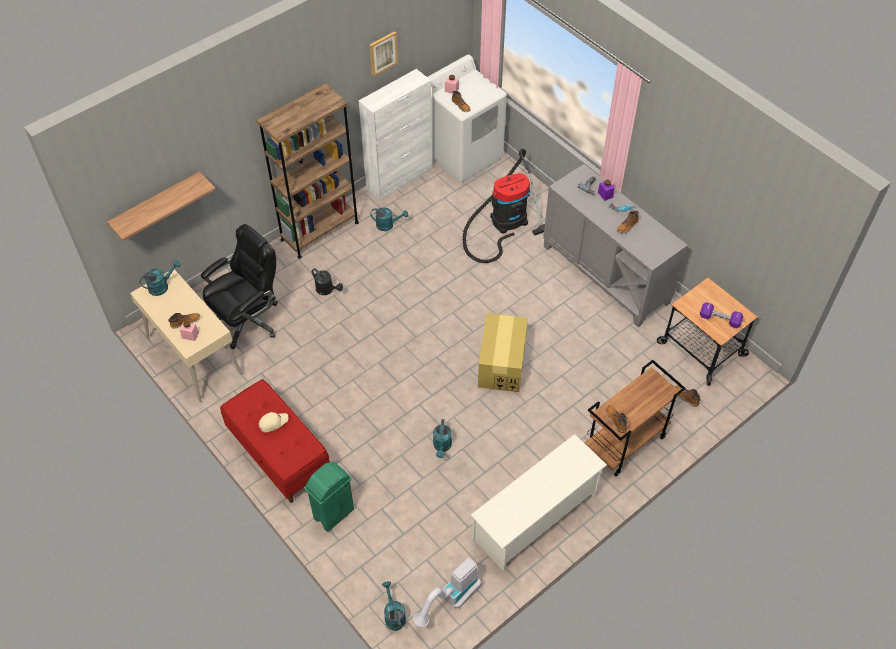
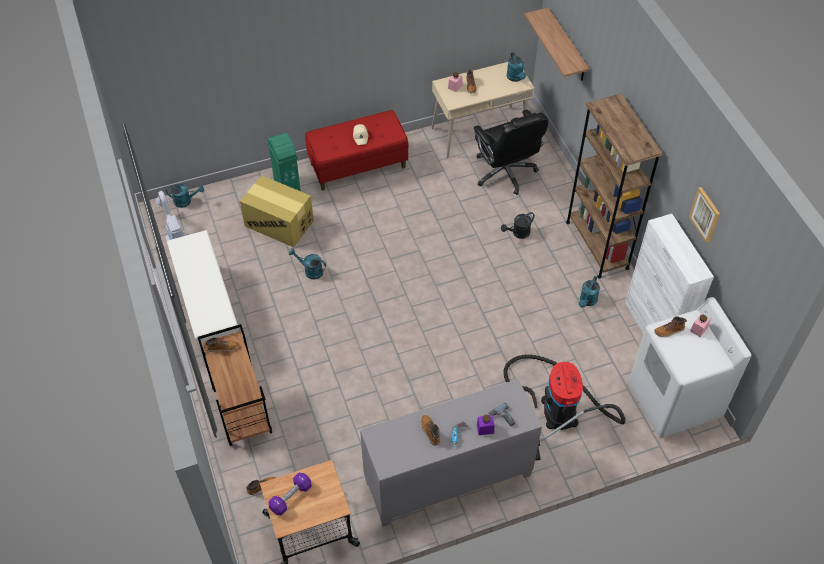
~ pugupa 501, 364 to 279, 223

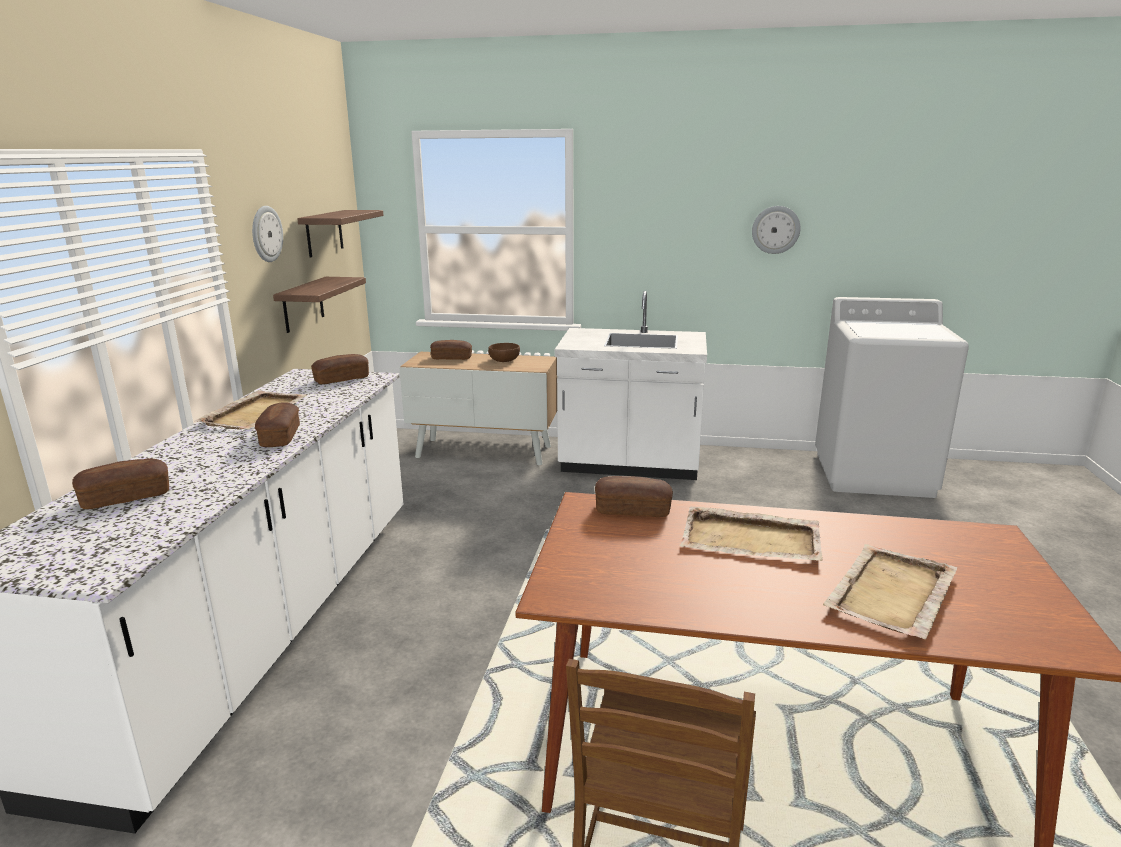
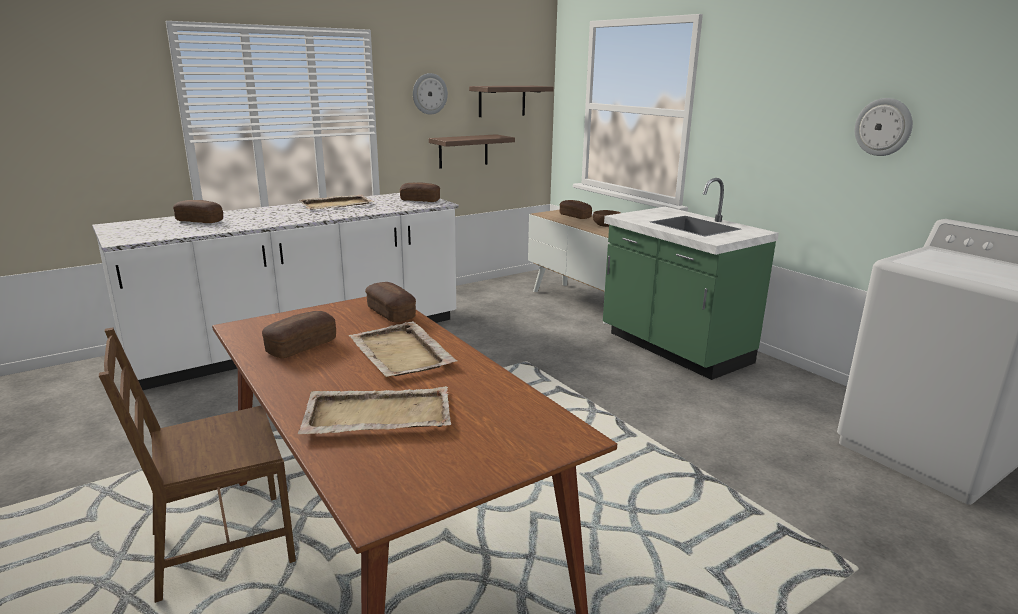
~ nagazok 280, 437 to 301, 346
~ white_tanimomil 629, 466 to green_tanimomil 673, 349

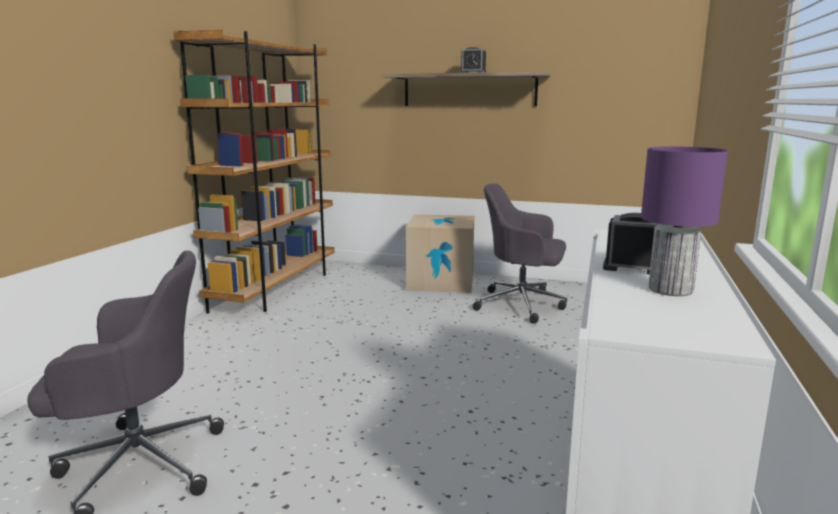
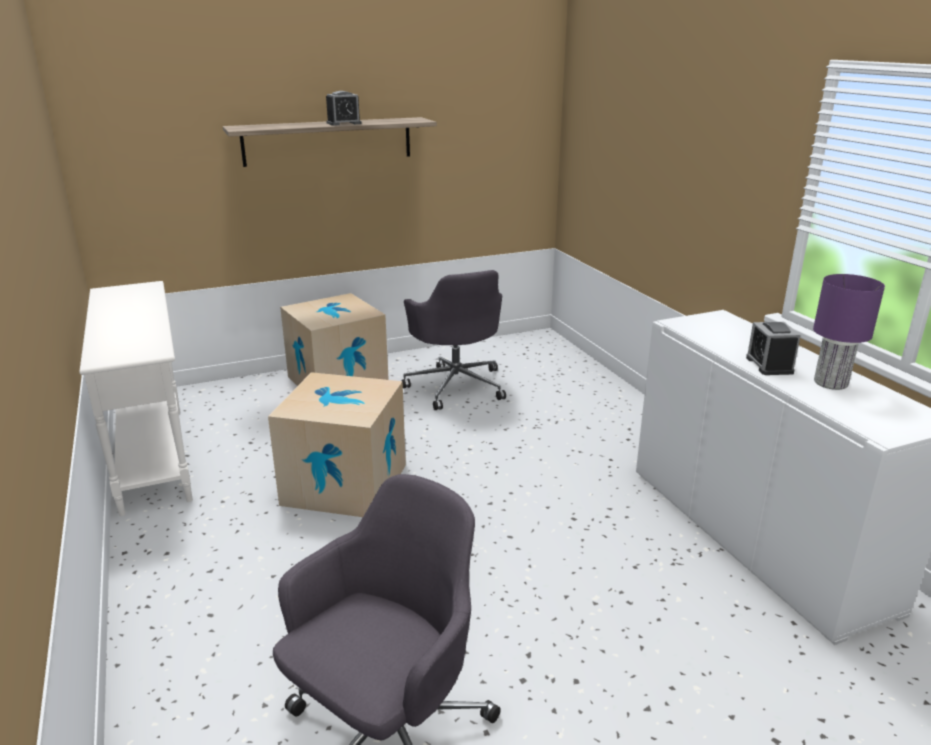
~ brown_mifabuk 276, 289 to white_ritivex 154, 457
+ pugupa 345, 484
~ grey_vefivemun 522, 305 = 456, 385 90 degrees counterclockwise
~ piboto 632, 267 = 769, 365 75 degrees counterclockwise

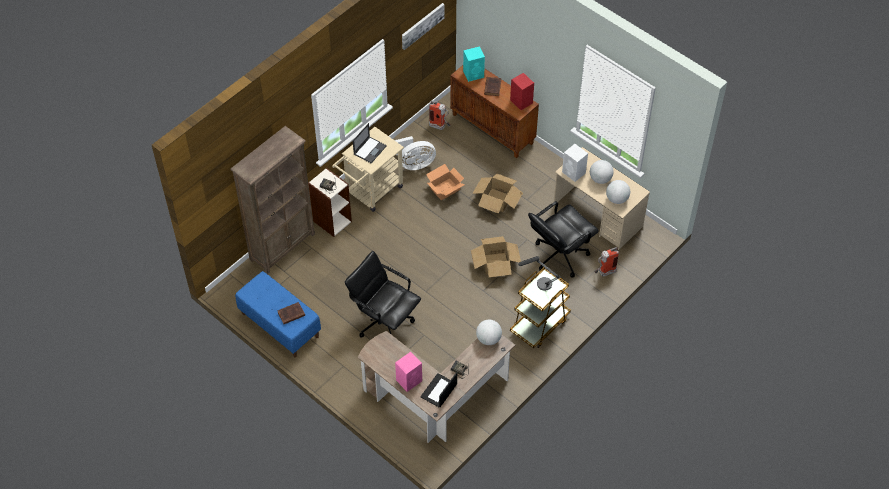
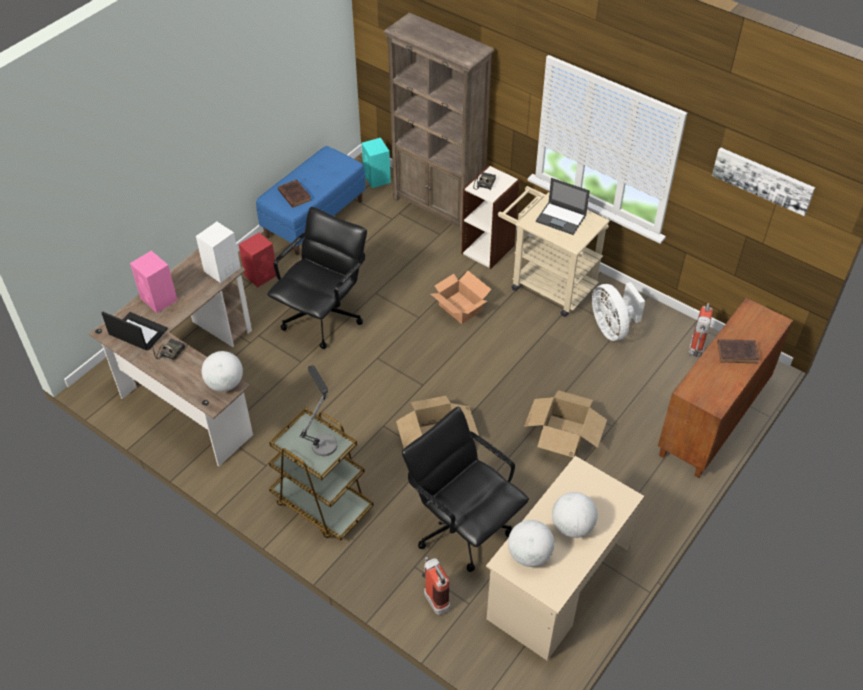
~ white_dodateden 574, 173 to 221, 270
~ red_dodateden 521, 101 to 261, 275
~ turquoise_dodateden 474, 74 to 377, 179
~ pugupa 445, 189 to 460, 308

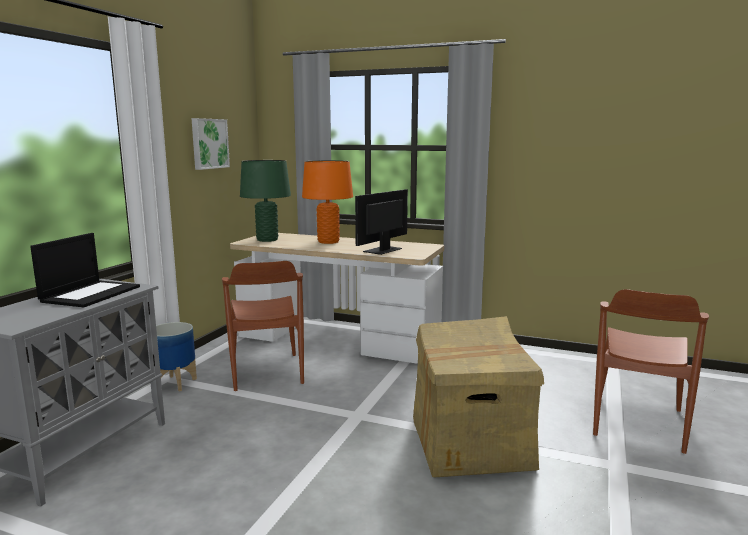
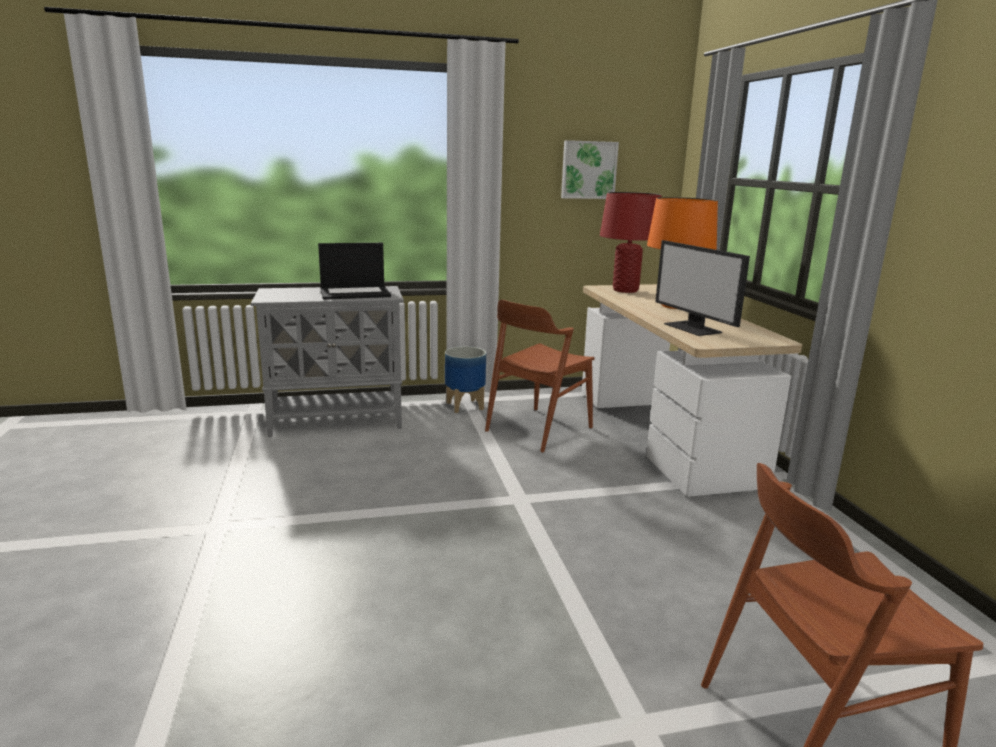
~ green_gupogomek 267, 240 to red_gupogomek 625, 290
~ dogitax 383, 250 = 694, 328 120 degrees counterclockwise
- pugupa 470, 442

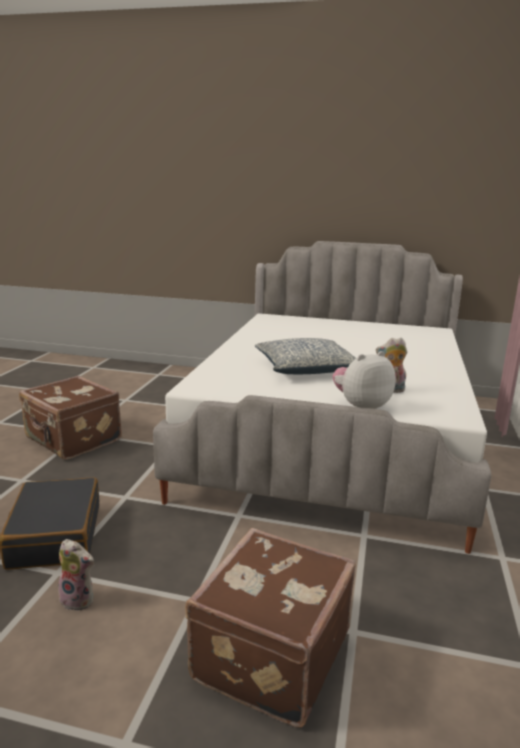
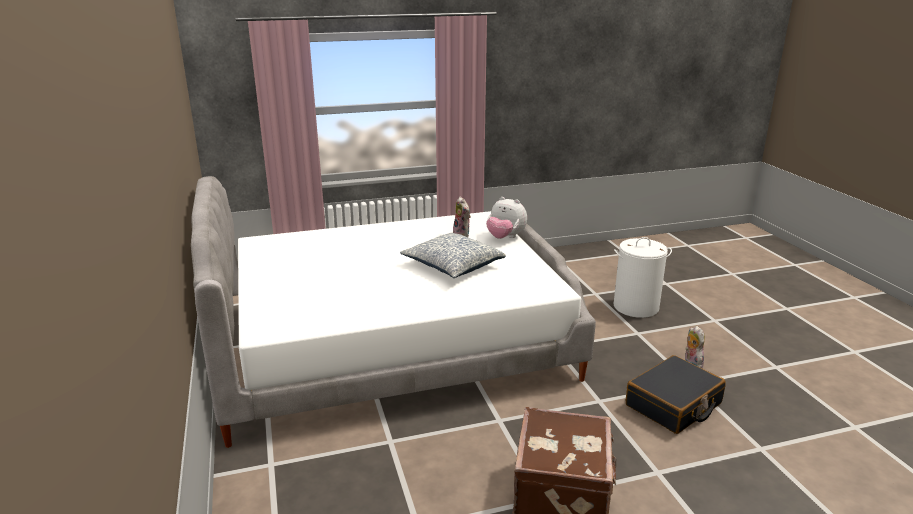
~ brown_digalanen 268, 655 to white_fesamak 636, 307

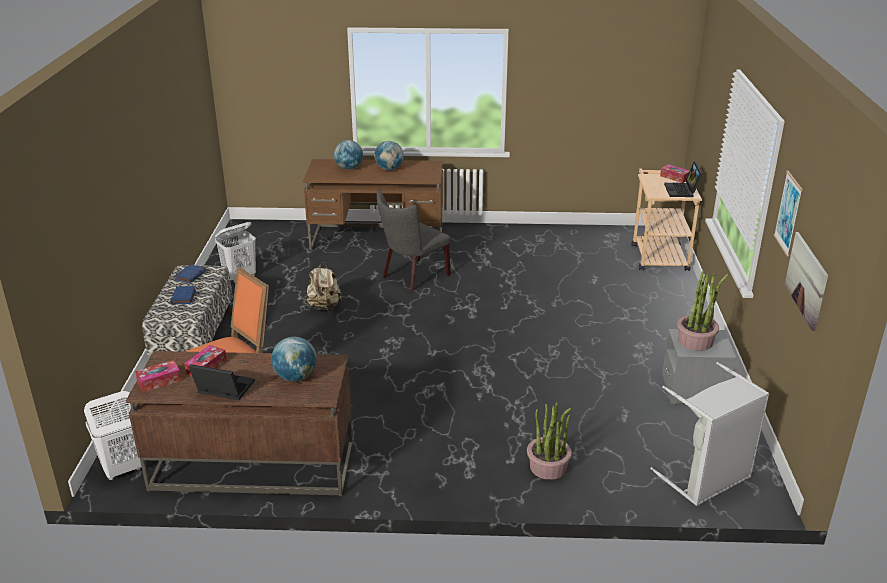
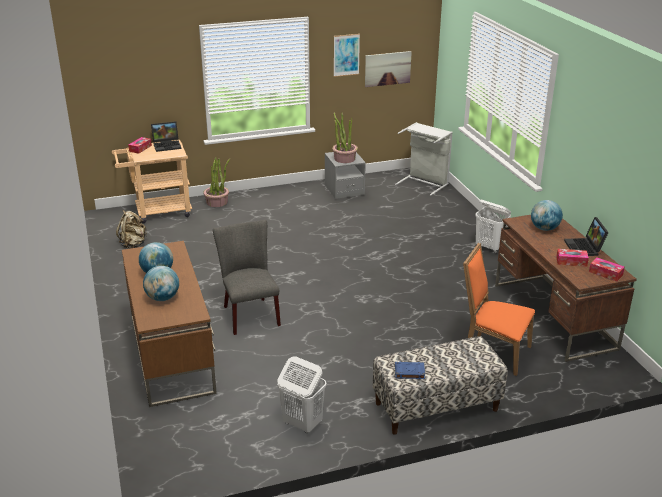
~ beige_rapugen 324, 307 to 133, 244
~ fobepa 548, 467 to 217, 202
~ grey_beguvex 412, 277 = 249, 313 135 degrees counterclockwise
~ white_fesamak 123, 469 to 490, 247
- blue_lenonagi 183, 297

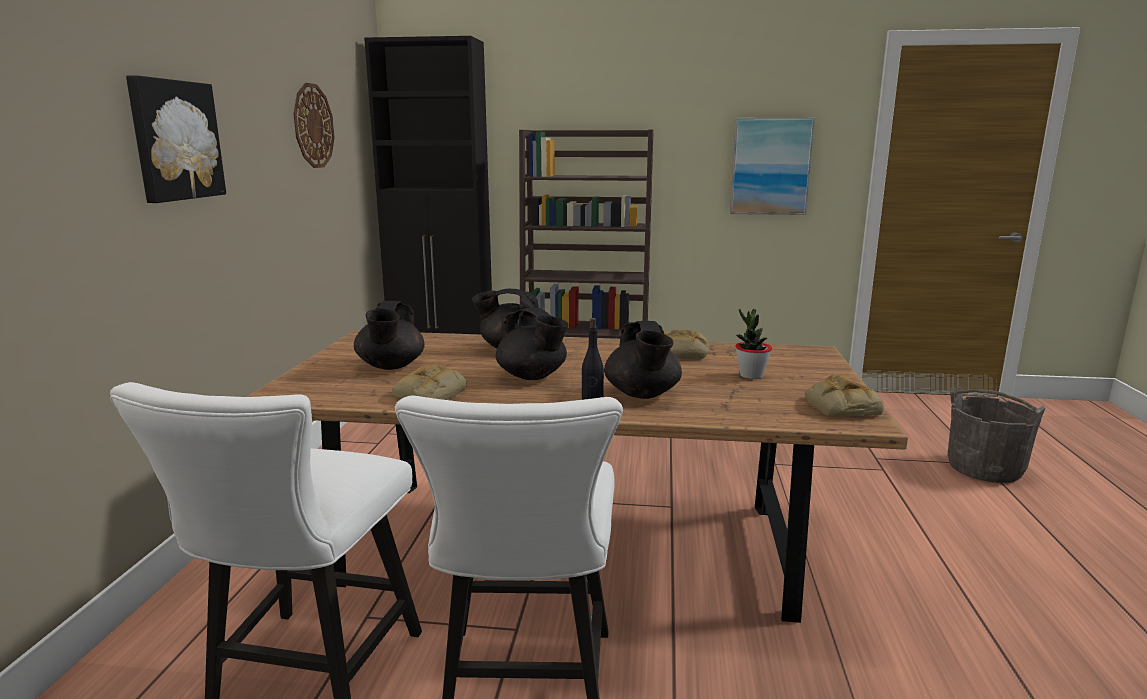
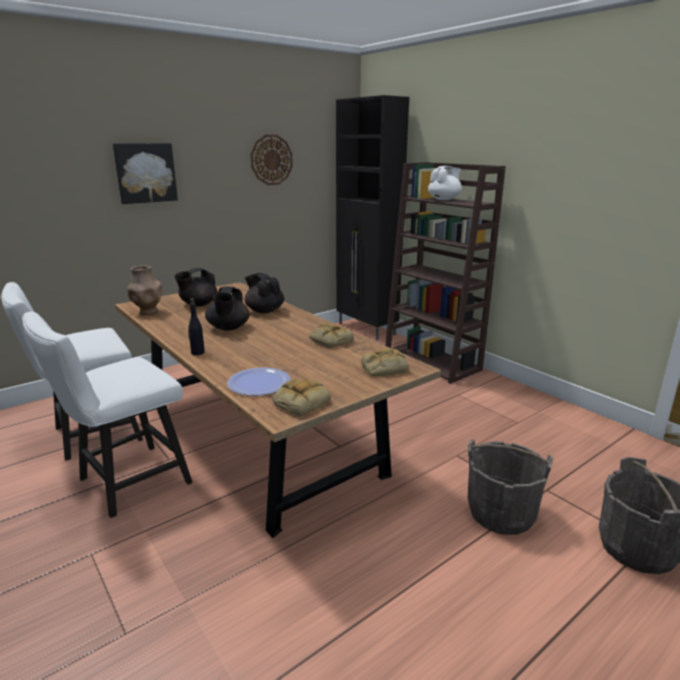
+ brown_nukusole 148, 312
+ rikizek 259, 383
~ nagazok 430, 394 to 384, 368
+ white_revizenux 444, 199
+ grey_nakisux 501, 513
- black_revizenux 642, 394
- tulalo 770, 166
- fobepa 751, 376

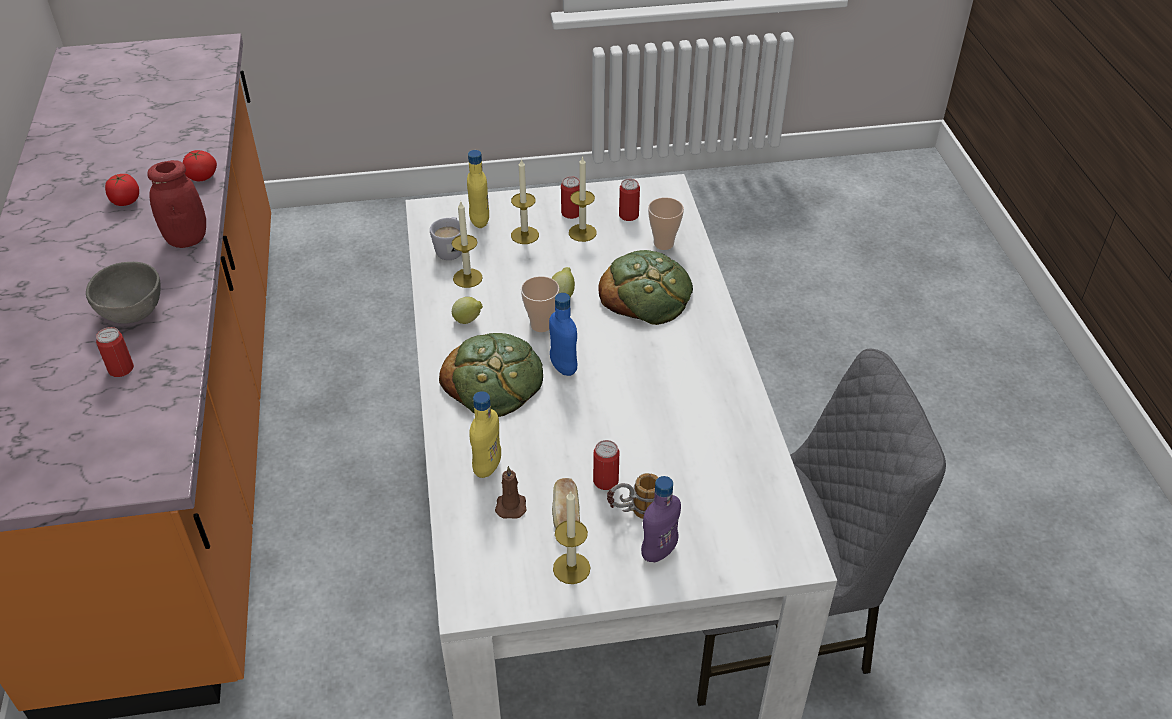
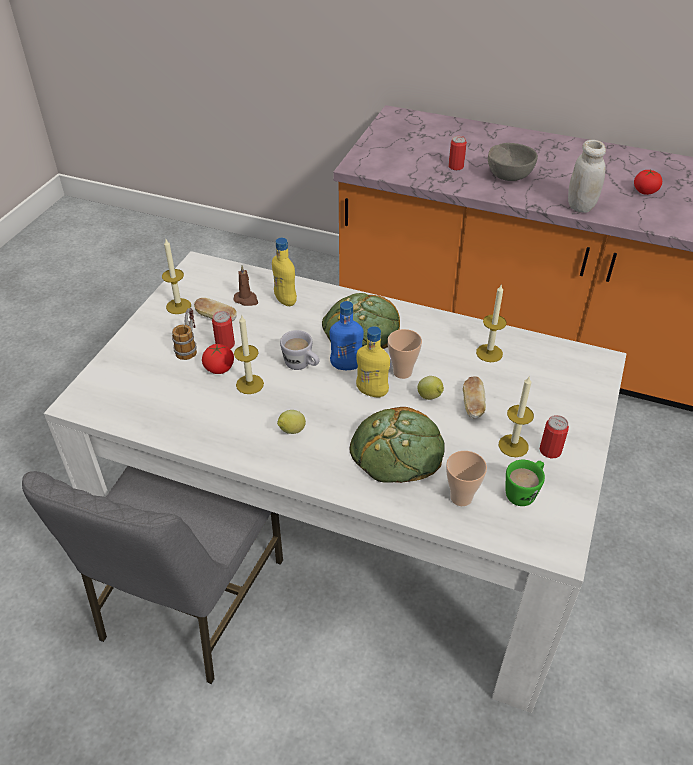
~ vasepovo 202, 177 to 219, 368
~ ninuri 524, 235 to 250, 384
~ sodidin 468, 321 to 291, 431
~ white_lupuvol 451, 249 to 302, 366
~ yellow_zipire 479, 221 to 372, 392
+ nagazok 472, 405
~ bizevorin 628, 215 to green_lupuvol 524, 492
~ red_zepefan 187, 239 to white_zepefan 580, 206
- purple_zipire 659, 551

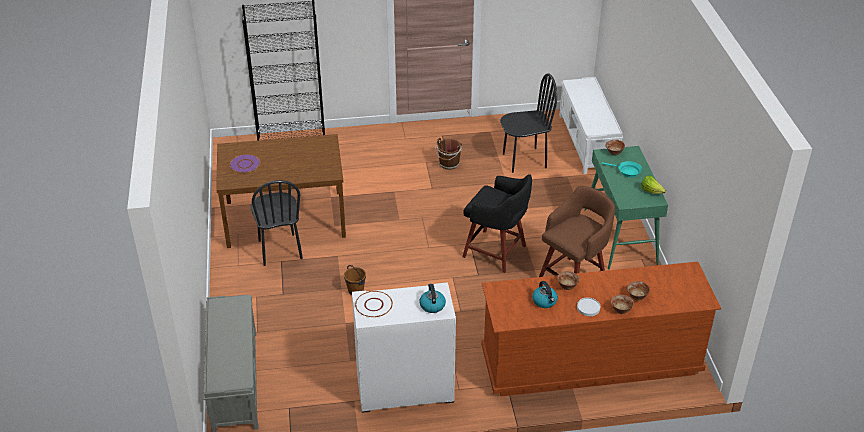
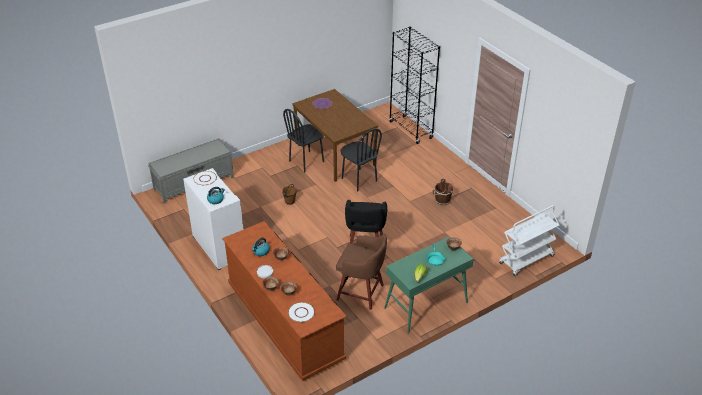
+ white_rikizek 301, 313
~ black_beguvex 524, 160 to 359, 180
~ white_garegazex 587, 143 to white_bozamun 526, 260

